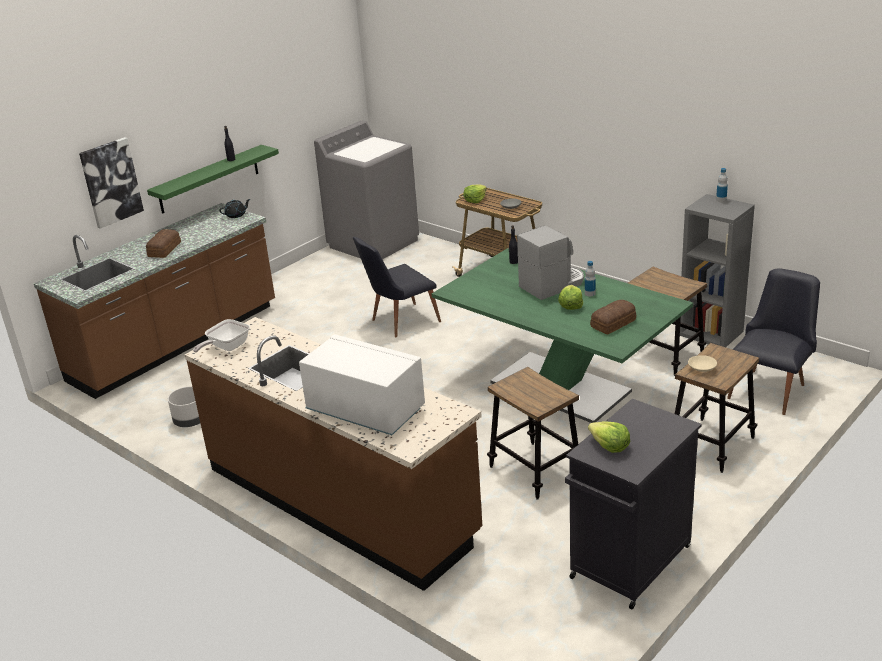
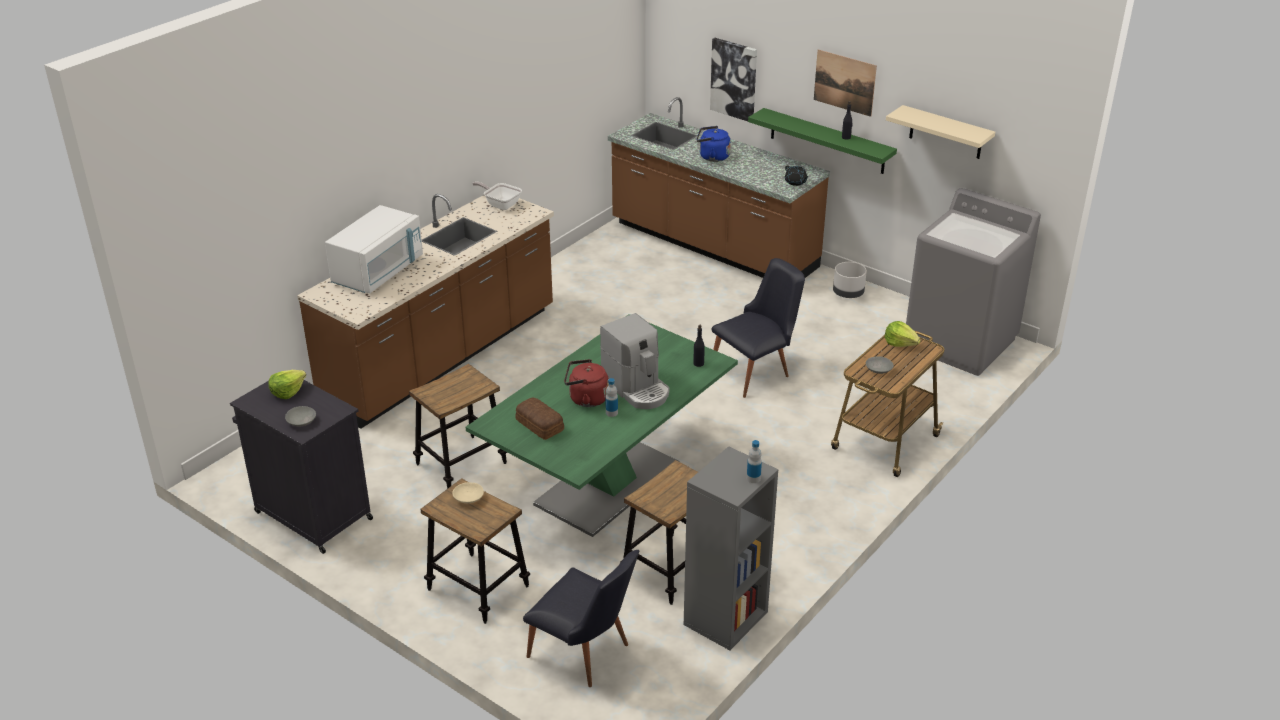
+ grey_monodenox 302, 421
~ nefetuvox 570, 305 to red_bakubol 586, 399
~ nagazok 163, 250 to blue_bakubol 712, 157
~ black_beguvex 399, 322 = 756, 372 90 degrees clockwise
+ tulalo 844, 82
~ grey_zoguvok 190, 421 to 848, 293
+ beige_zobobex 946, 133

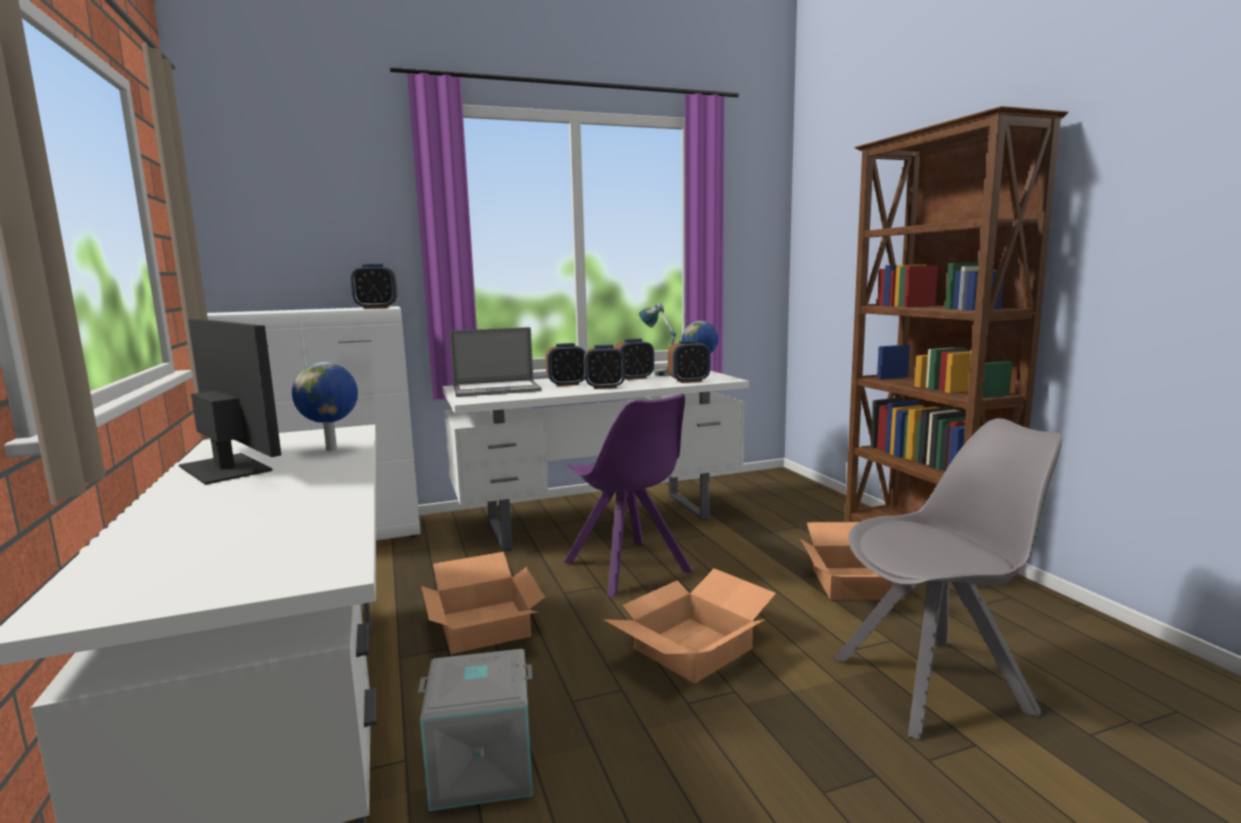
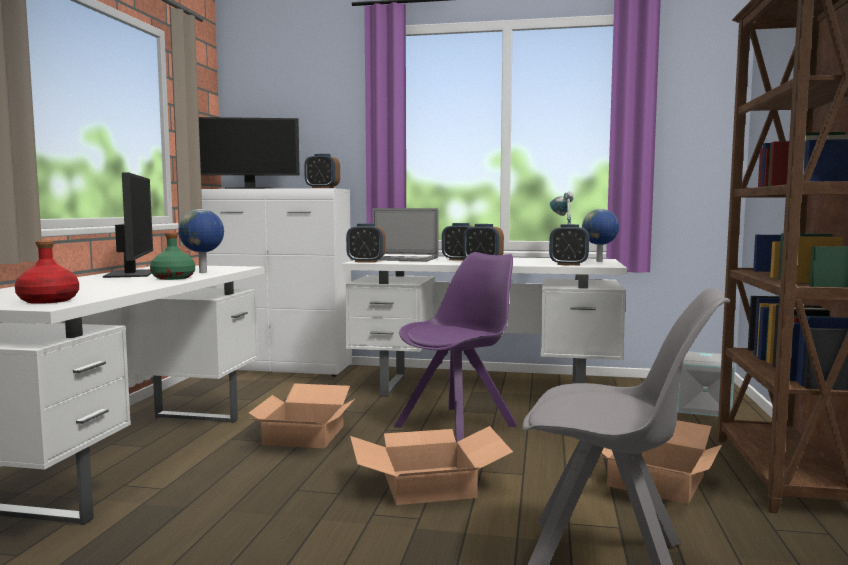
+ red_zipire 48, 300
+ green_zipire 173, 278
+ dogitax 250, 188
~ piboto 634, 378 to 366, 261
~ purple_beguvex 629, 568 = 458, 425 135 degrees counterclockwise
~ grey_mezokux 481, 769 to 702, 408

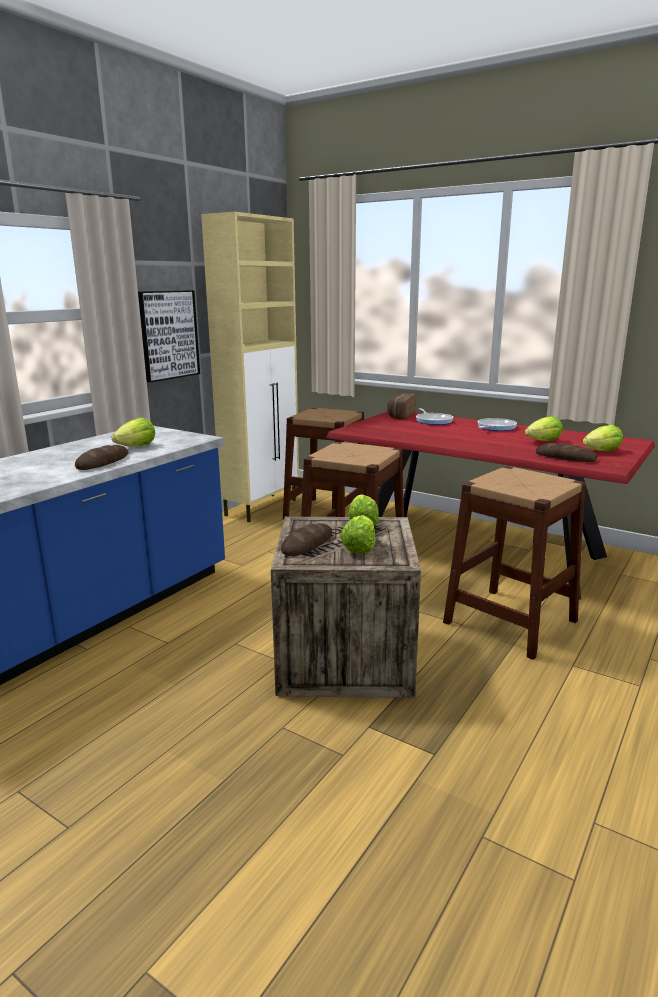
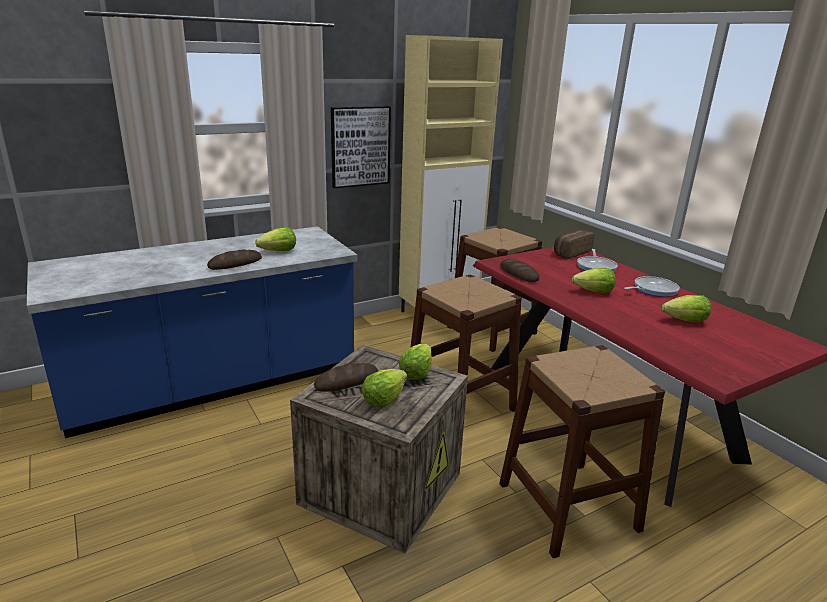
~ nagazok 565, 457 to 518, 274
~ nefetuvox 602, 451 to 594, 292

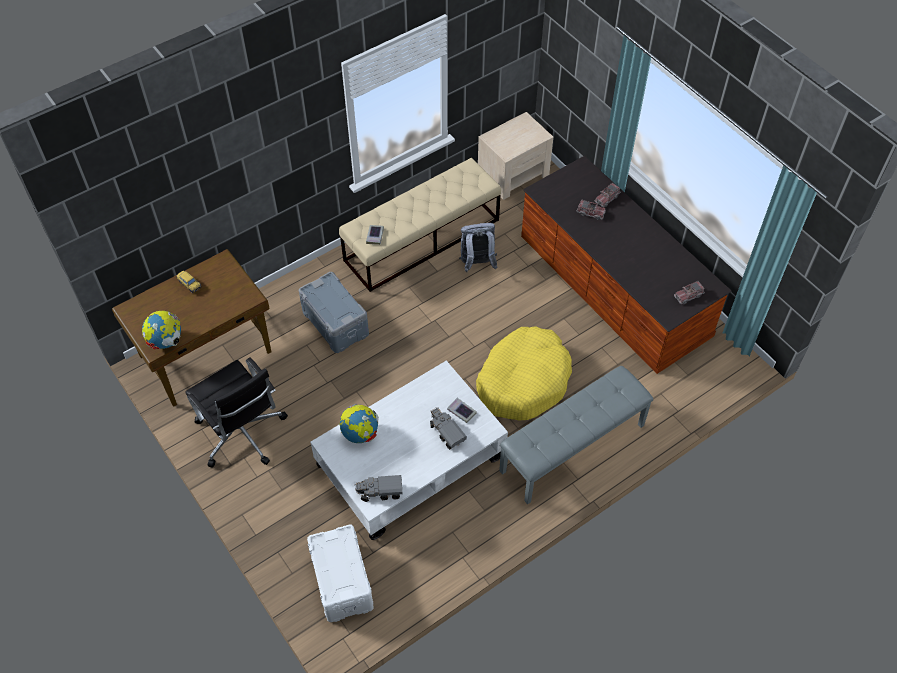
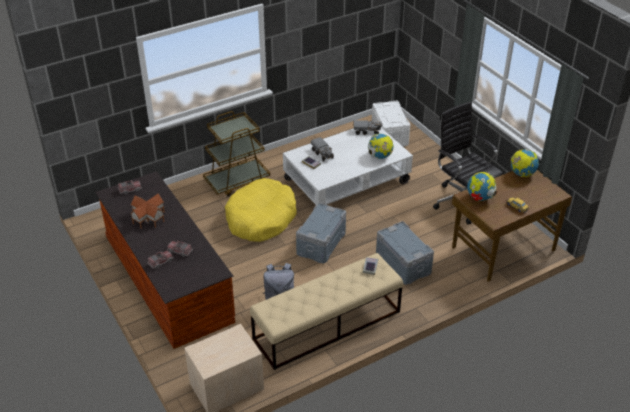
+ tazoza 148, 218
~ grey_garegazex 573, 449 to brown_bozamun 237, 181
+ grey_mezokux 321, 244
+ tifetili 479, 198

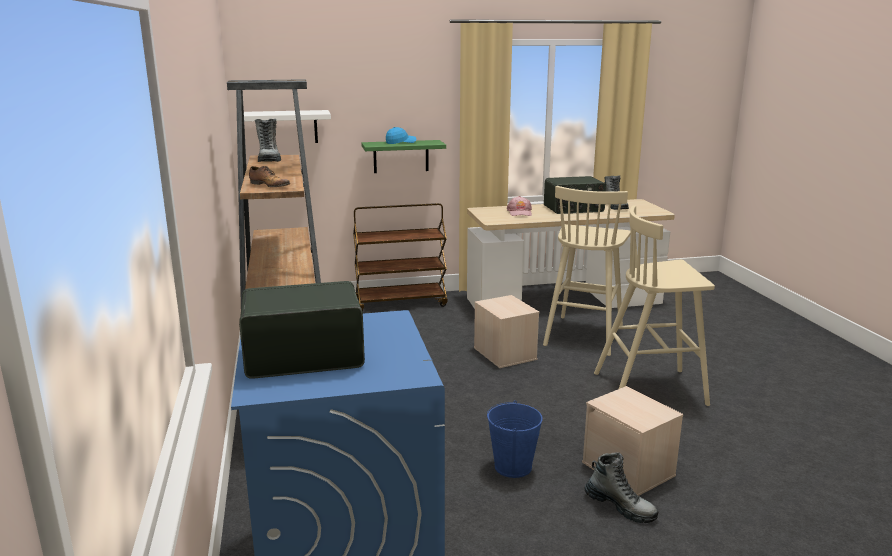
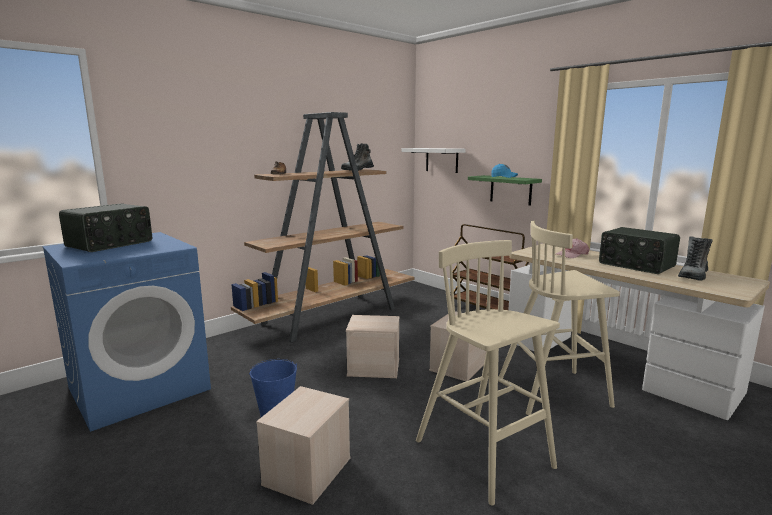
~ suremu 304, 355 = 110, 244 75 degrees clockwise
+ beige_mezokux 374, 367
- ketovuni 620, 506

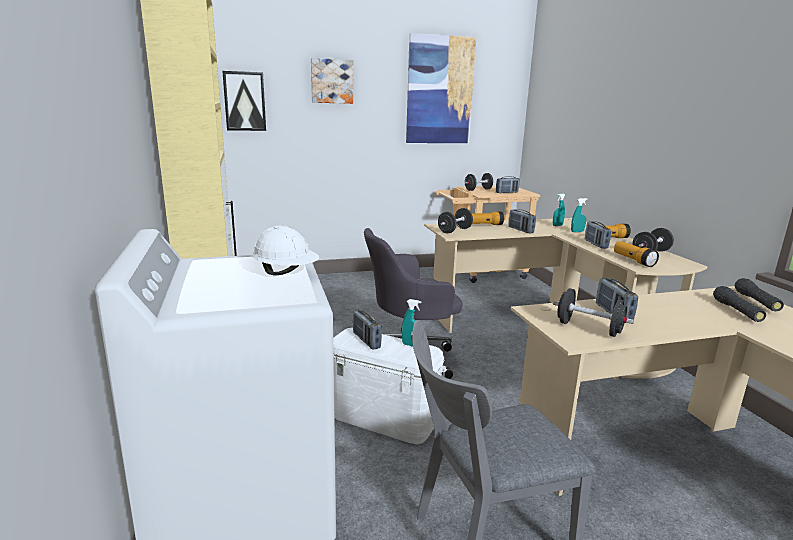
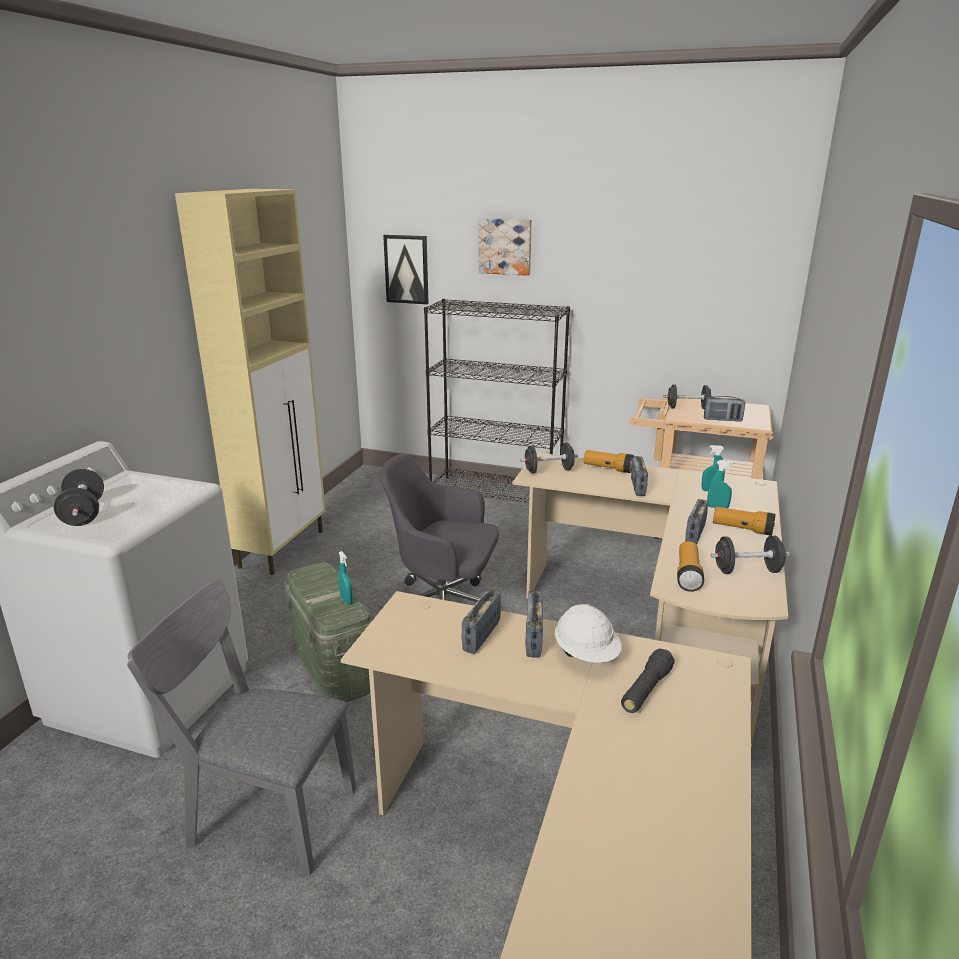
~ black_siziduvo 589, 328 to 84, 514
~ white_mezokux 383, 418 to green_mezokux 333, 668
+ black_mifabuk 496, 494
~ suremu 366, 340 to 533, 639
~ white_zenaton 286, 273 to 586, 655
- tulalo 439, 90
- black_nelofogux 756, 302

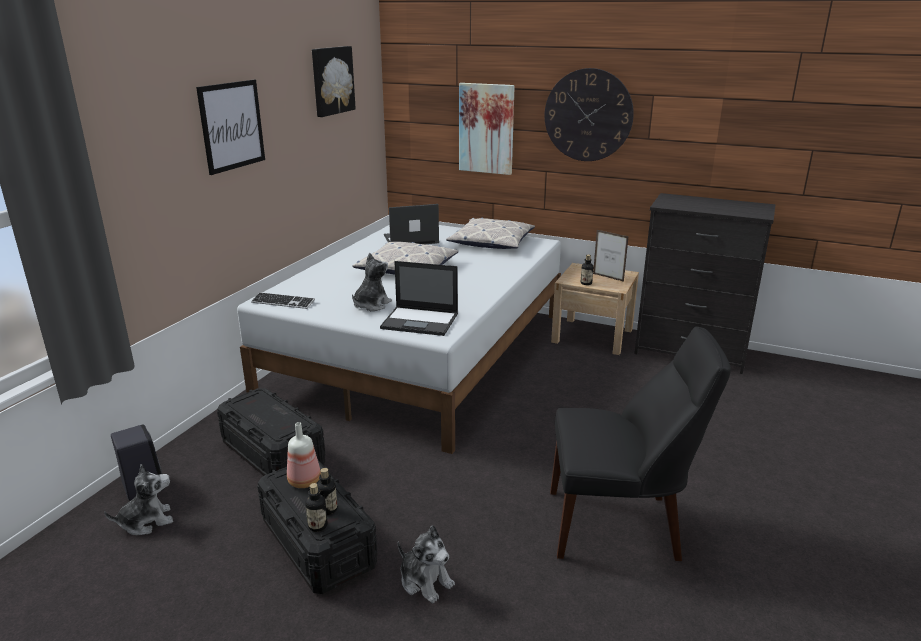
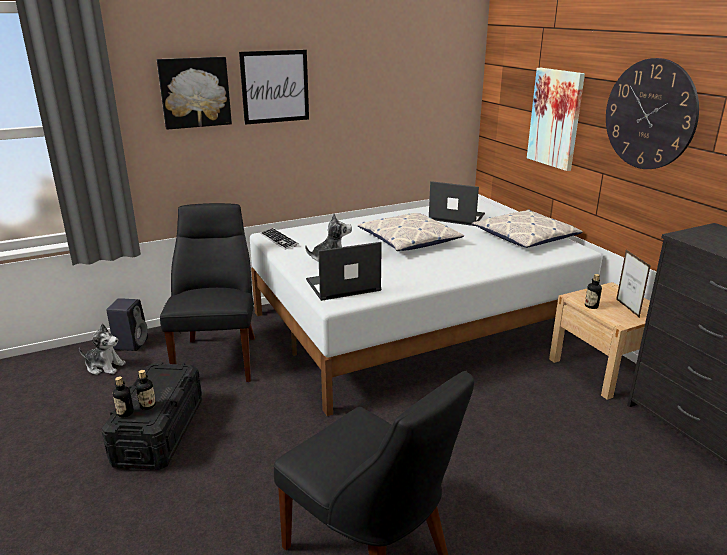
~ tulalo 331, 80 to 194, 92
~ black_mezokux 273, 453 to black_beguvex 219, 357
~ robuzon 421, 321 = 342, 285 105 degrees clockwise
- zipire 305, 481
- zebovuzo 425, 581

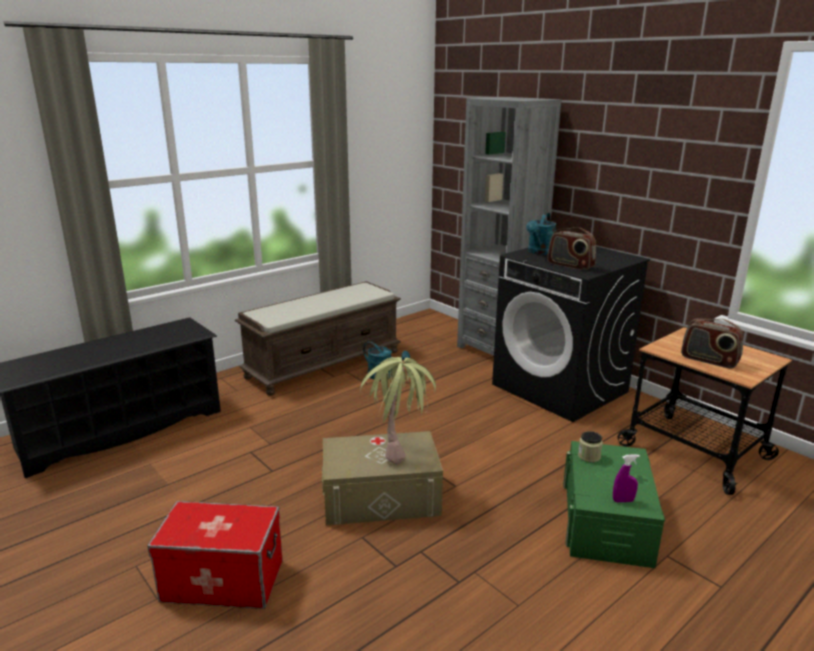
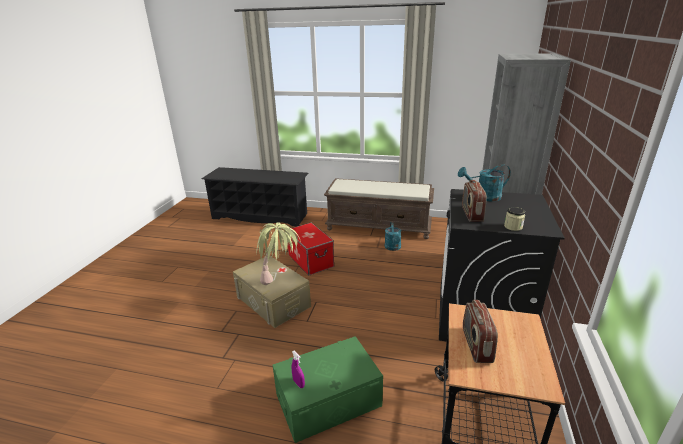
~ mezokux 223, 580 to 311, 260
~ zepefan 589, 456 to 513, 227

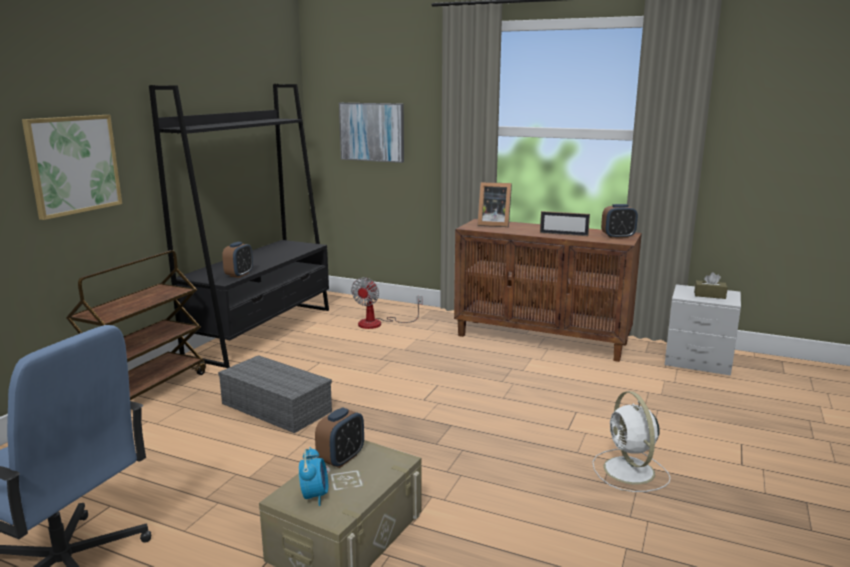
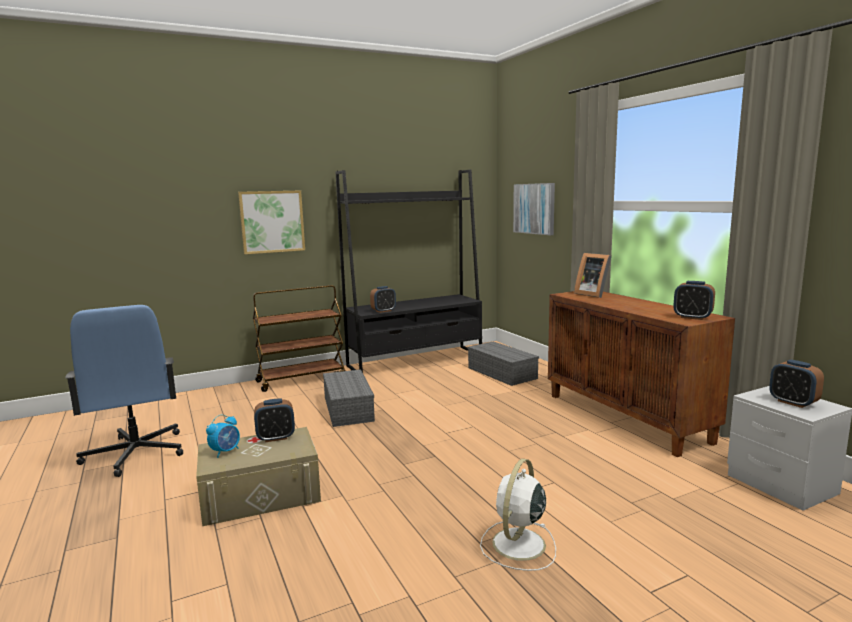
~ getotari 378, 323 to grey_mezokux 503, 373
~ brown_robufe 709, 295 to piboto 793, 402
- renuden 563, 234

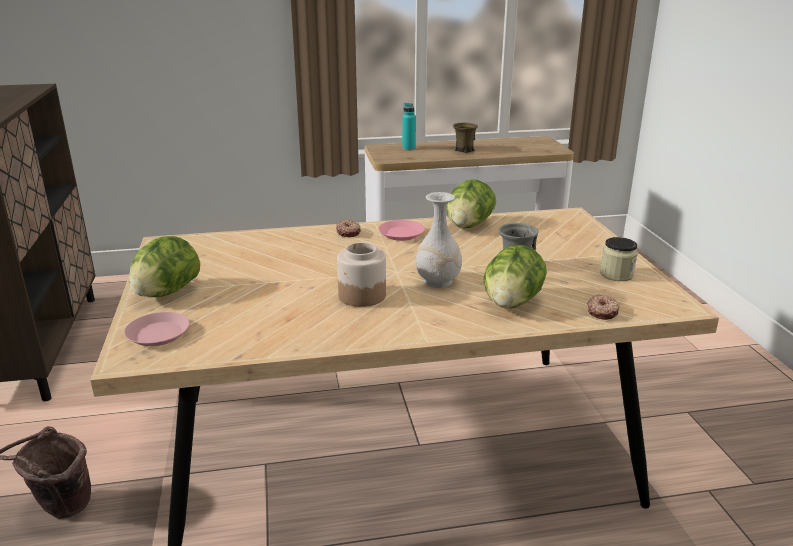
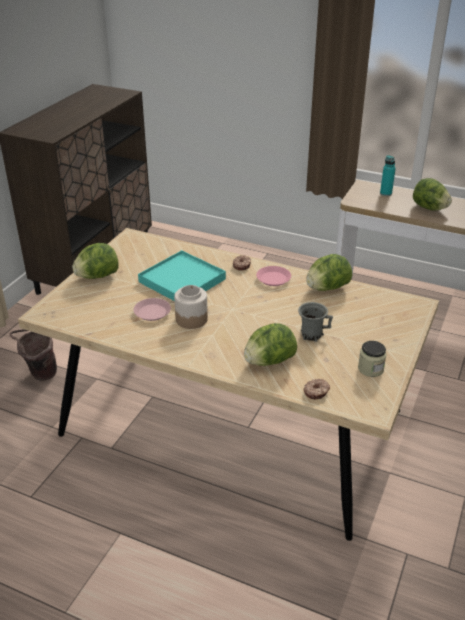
~ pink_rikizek 158, 334 to 152, 312
+ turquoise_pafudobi 182, 280
~ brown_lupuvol 464, 150 to nefetuvox 429, 208
- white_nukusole 437, 282

